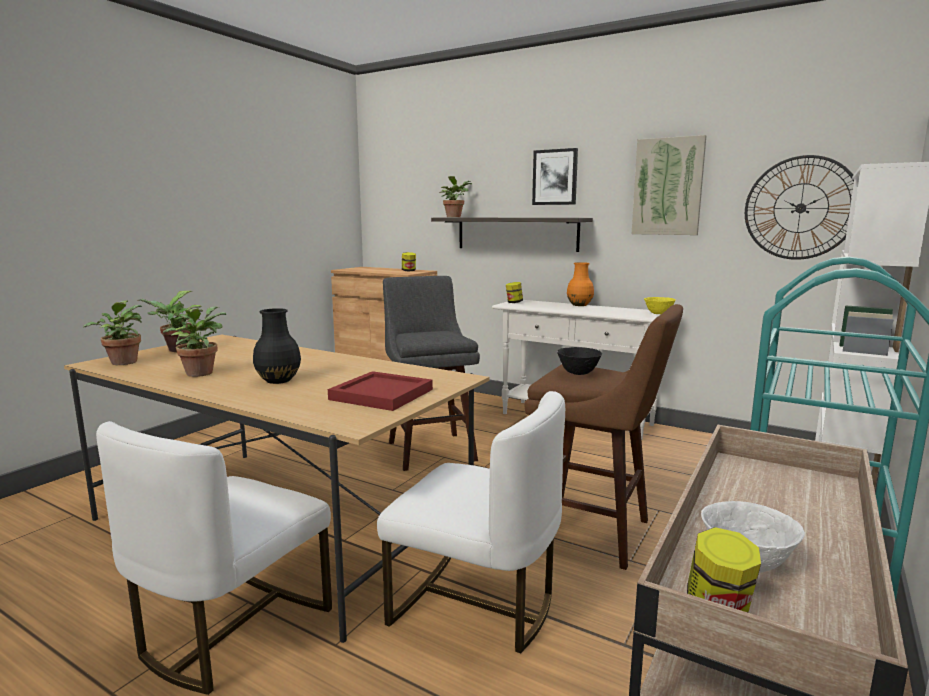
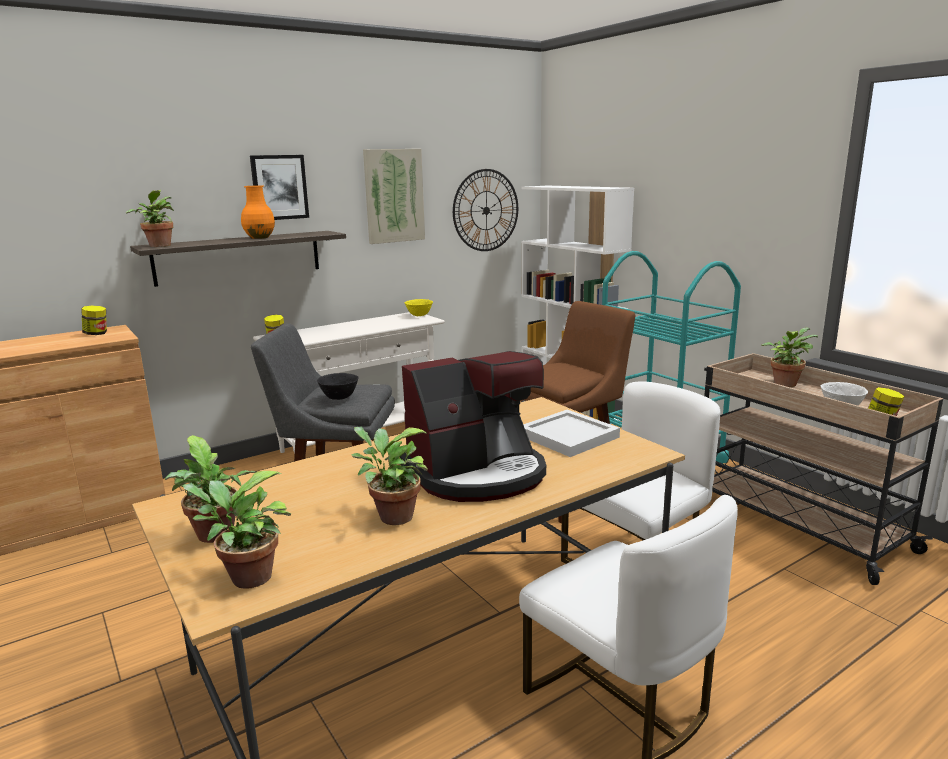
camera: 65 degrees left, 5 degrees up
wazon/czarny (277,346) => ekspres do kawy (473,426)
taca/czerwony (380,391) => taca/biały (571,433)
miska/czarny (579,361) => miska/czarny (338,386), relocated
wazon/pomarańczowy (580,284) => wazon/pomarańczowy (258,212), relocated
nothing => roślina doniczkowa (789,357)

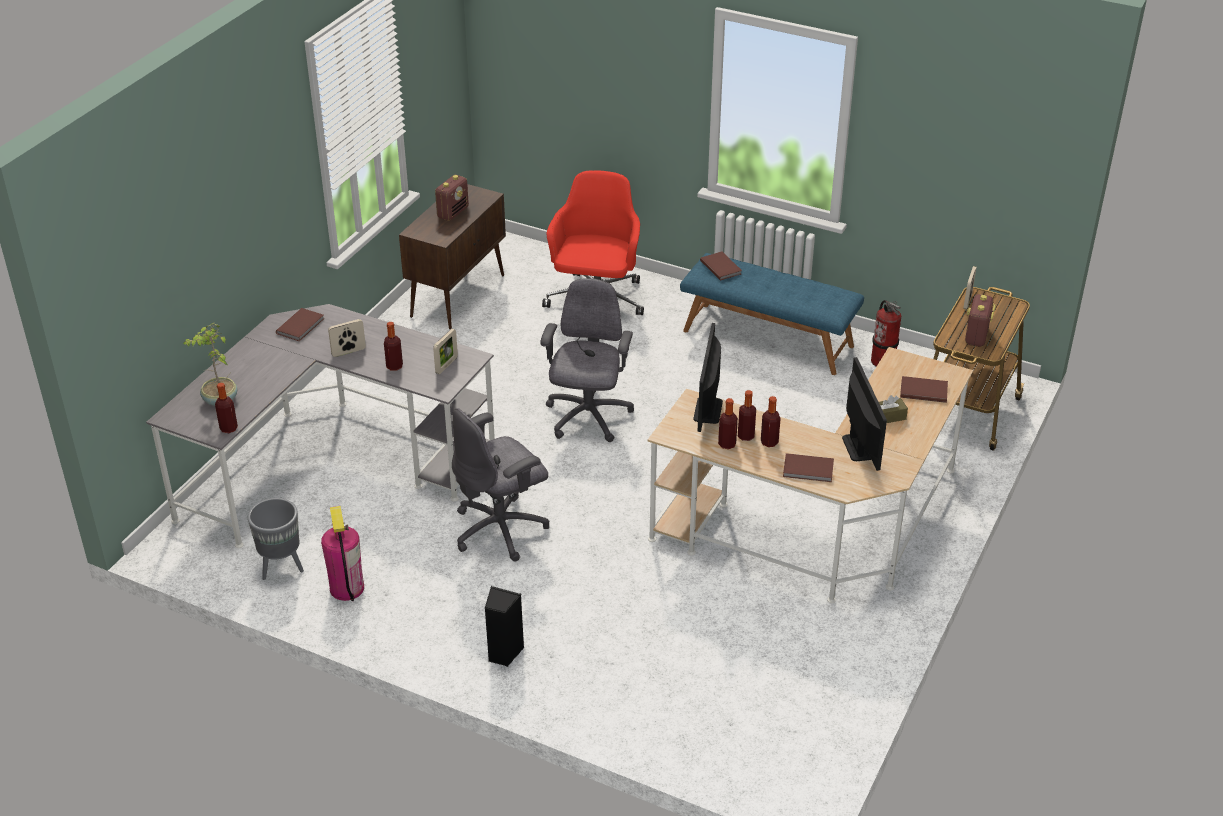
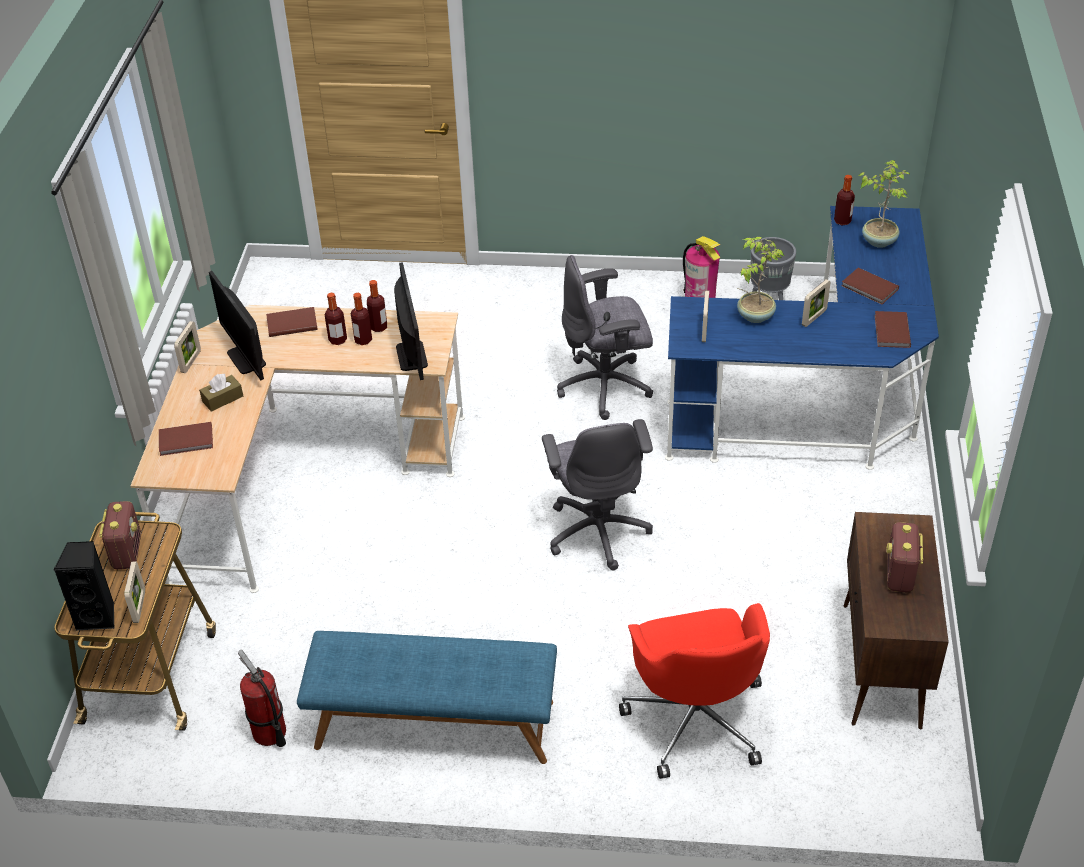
camera: 160 degrees right, 5 degrees up
biurko/szary (320,426) => biurko/niebieski (802,338)
butelka (393,346) => roślina doniczkowa (760,280)
krzesło biurowe/szary (500,485) => krzesło biurowe/szary (605,337), 135 degrees counterclockwise
głośnik/czarny (504,626) => głośnik/czarny (84,585), relocated
książka/brązowy (721,265) => książka/brązowy (870,286), relocated
nothing => ramka na zdjęcie (187,347)

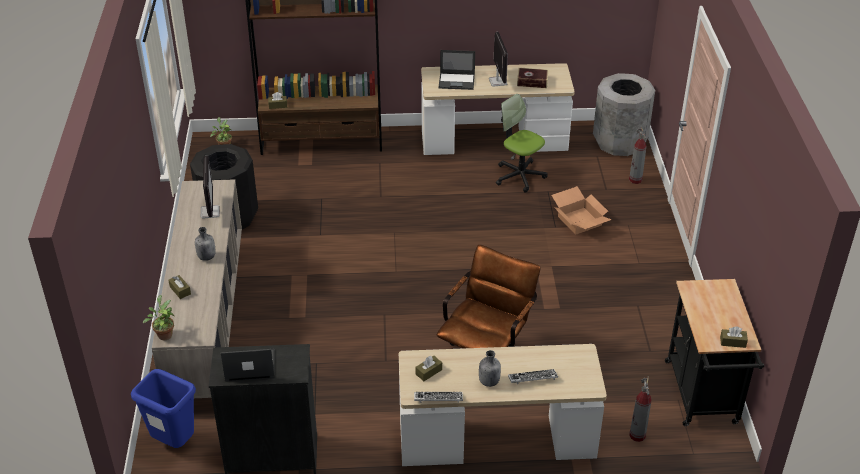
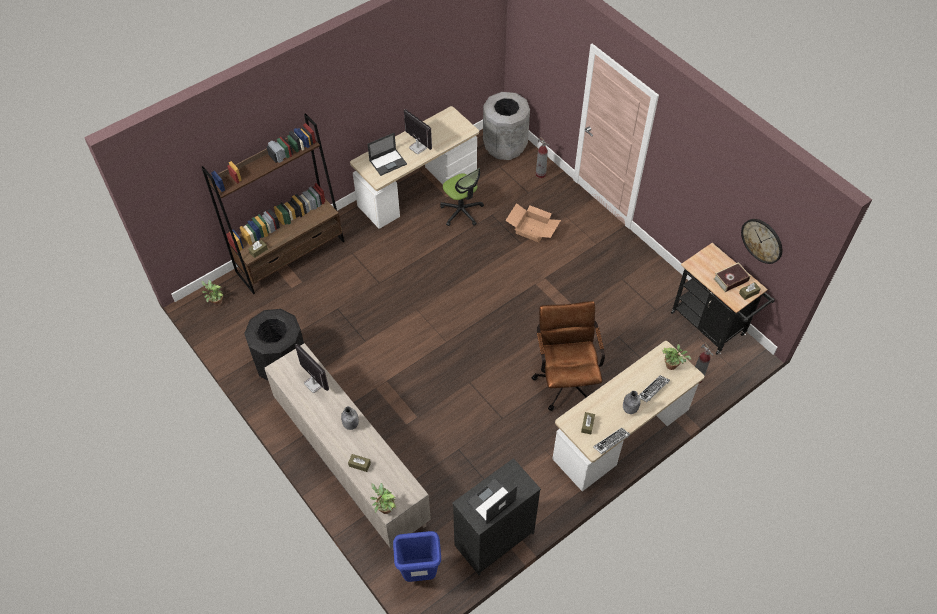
camera: 35 degrees left, 15 degrees up
krzesło biurowe (522,143) => krzesło biurowe (462,197), 135 degrees counterclockwise
książka (533,78) => książka (731,277), relocated
nothing => roślina doniczkowa (676,357)
nothing => zegar ścienny (761,241)

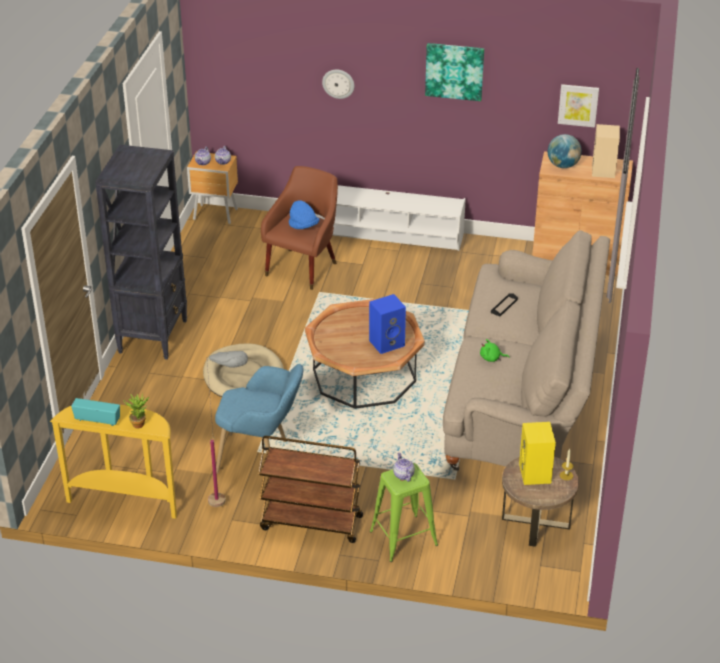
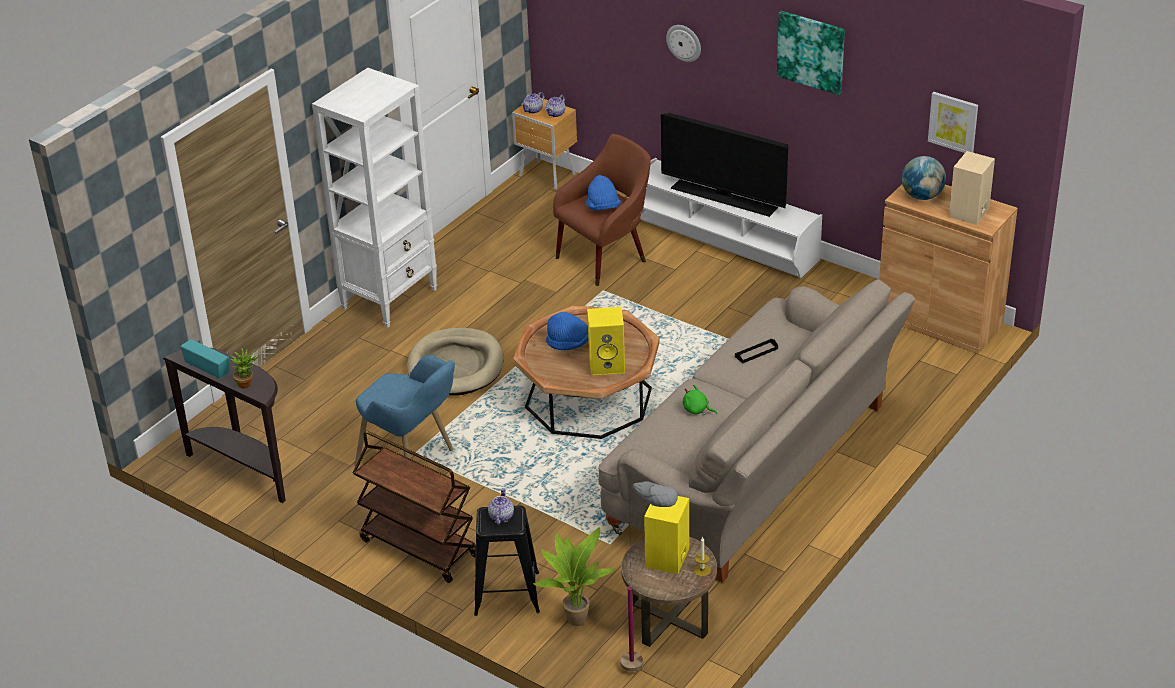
camera: 25 degrees right, 0 degrees up
stolik konsolowy/żółty (113,462) => stolik konsolowy/brązowy (224,425)
regał/czarny (141,252) => regał/biały (374,198)
lampa stojąca/szary (227,429) => lampa stojąca/szary (649,576), relocated
głośnik/niebieski (387,324) => głośnik/żółty (606,341)
stołek/zielony (404,512) => stołek/czarny (507,560)
nothing => roślina doniczkowa (574,576)
nothing => kapelusz/niebieski (567,331)
nothing => telewizor (724,165)

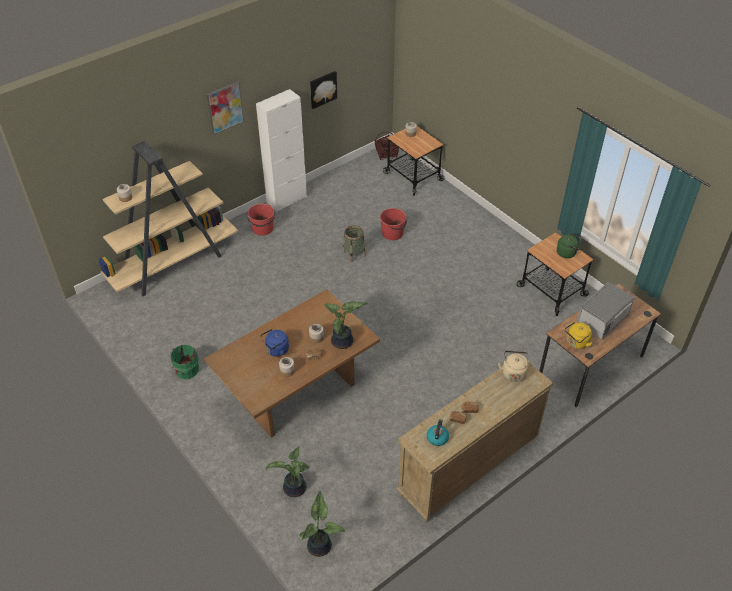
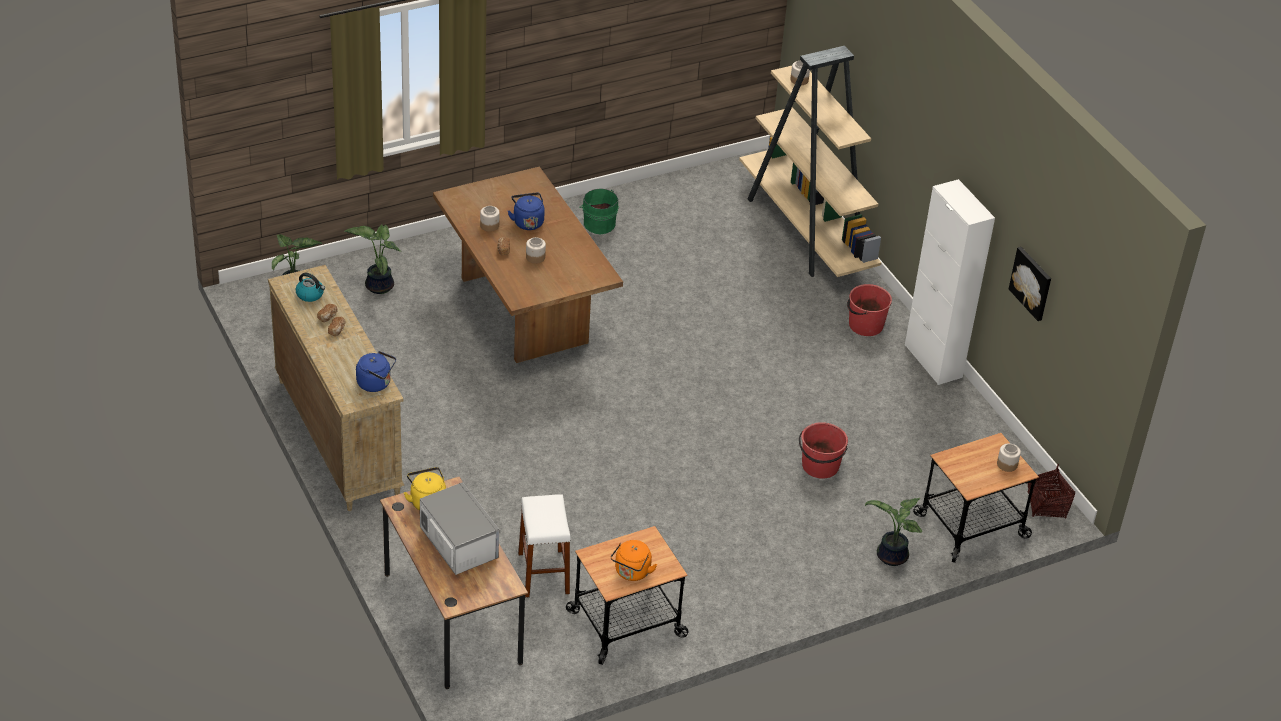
camera: 100 degrees right, 5 degrees down
obraz (225,108) => nothing
roślina doniczkowa (346,325) => roślina doniczkowa (893,532), relocated
koszyk (354,244) => nothing
czajnik/beżowy (513,366) => czajnik/niebieski (376,371)
czajnik/zielony (568,245) => czajnik/pomarańczowy (634,560)
nothing => stołek/biały (544,546)

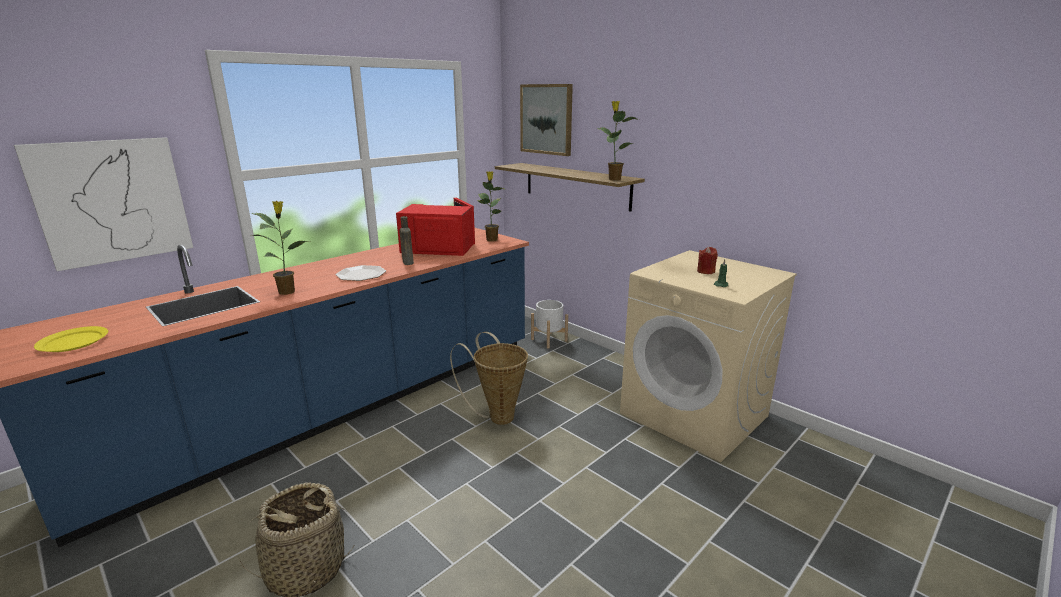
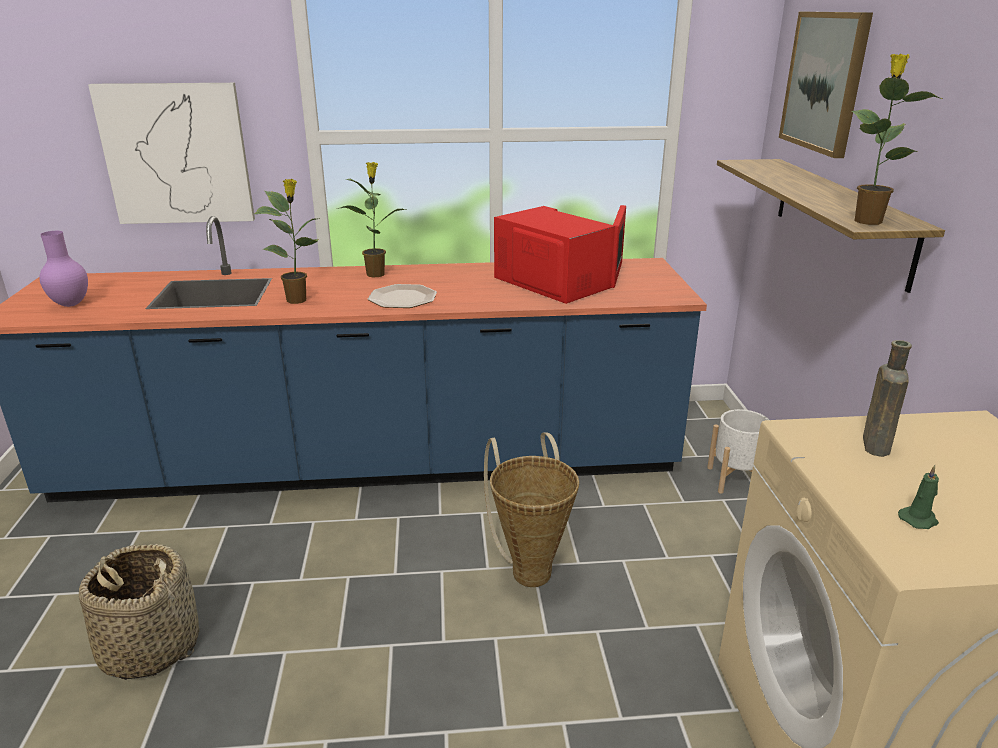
camera: 40 degrees right, 5 degrees up
talerz/żółty (71,339) => wazon/fioletowy (63,269)
butelka/brązowy (407,240) => butelka/brązowy (887,398), relocated
roślina doniczkowa (491,206) => roślina doniczkowa (372,220), relocated
świeca/czerwony (707,260) => nothing

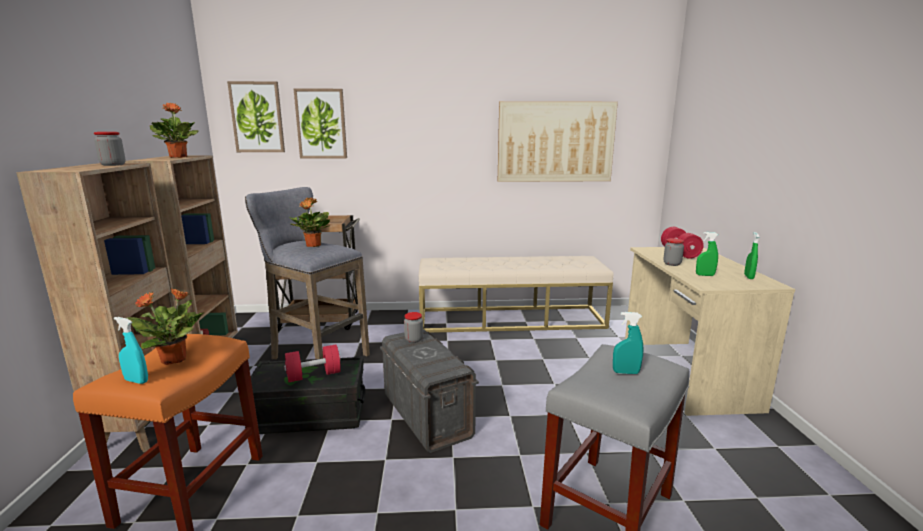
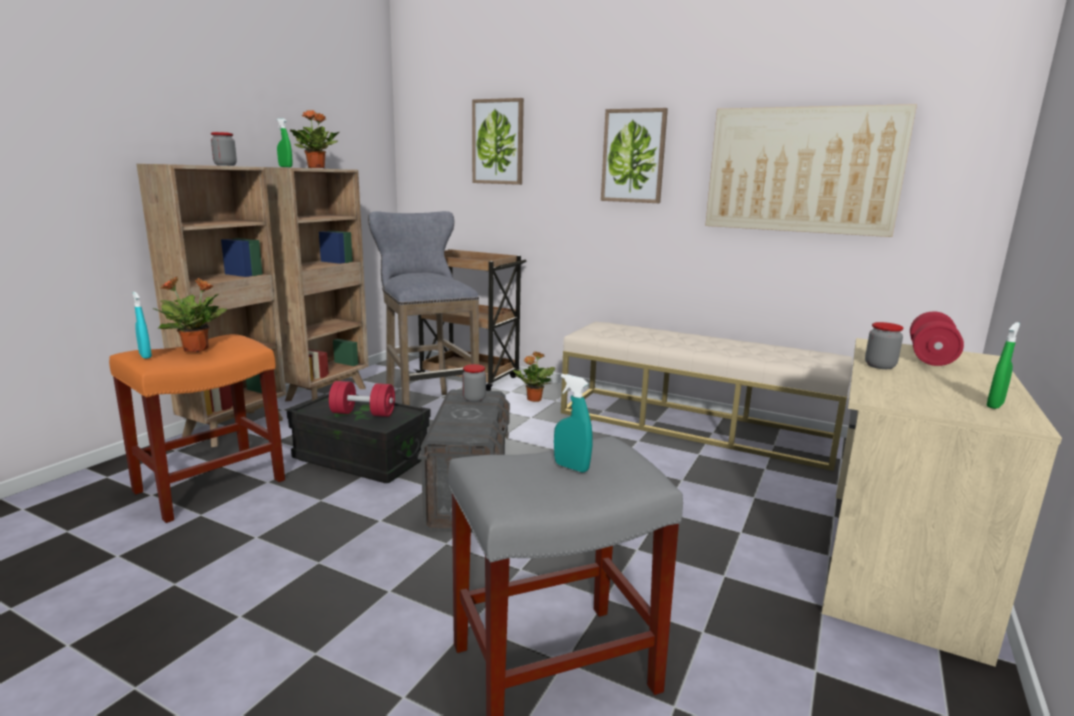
camera: 30 degrees right, 0 degrees up
obraz (256,116) => obraz (634,155), relocated
roślina doniczkowa (309,222) => roślina doniczkowa (534,377), relocated
spryskiwacz/zielony (707,254) => spryskiwacz/zielony (285,142), relocated

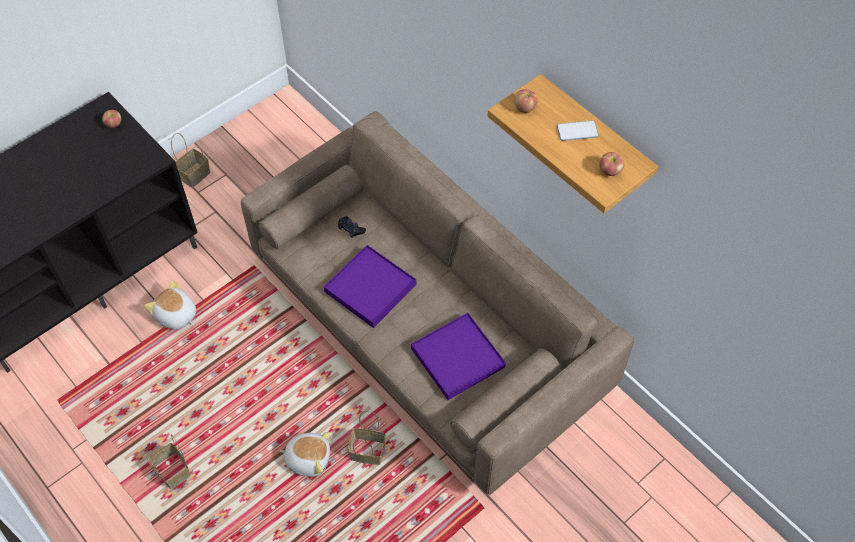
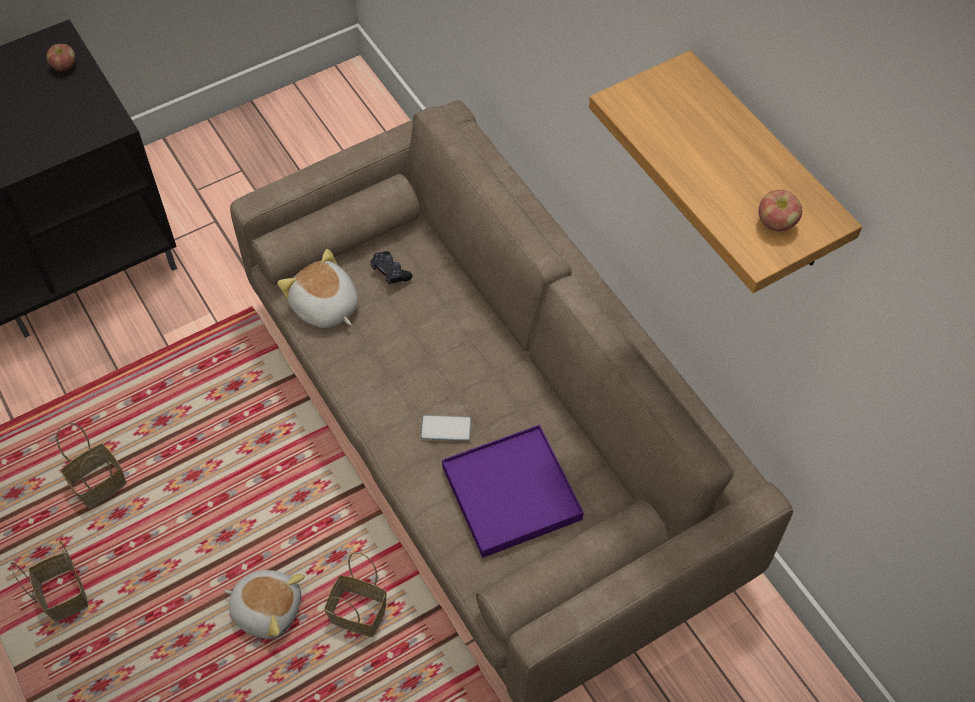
camera: 10 degrees right, 0 degrees up
pluszak (170,305) => pluszak (318,288), relocated
koszyk (190,160) => koszyk (91,466), relocated
taca/fioletowy (370,286) => nothing
jabłko (526,101) => nothing
telefon (578,130) => telefon (446,428), relocated

